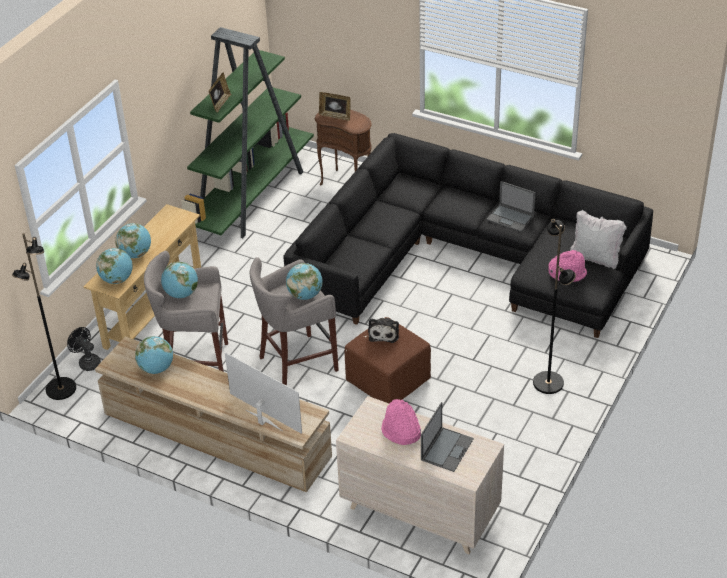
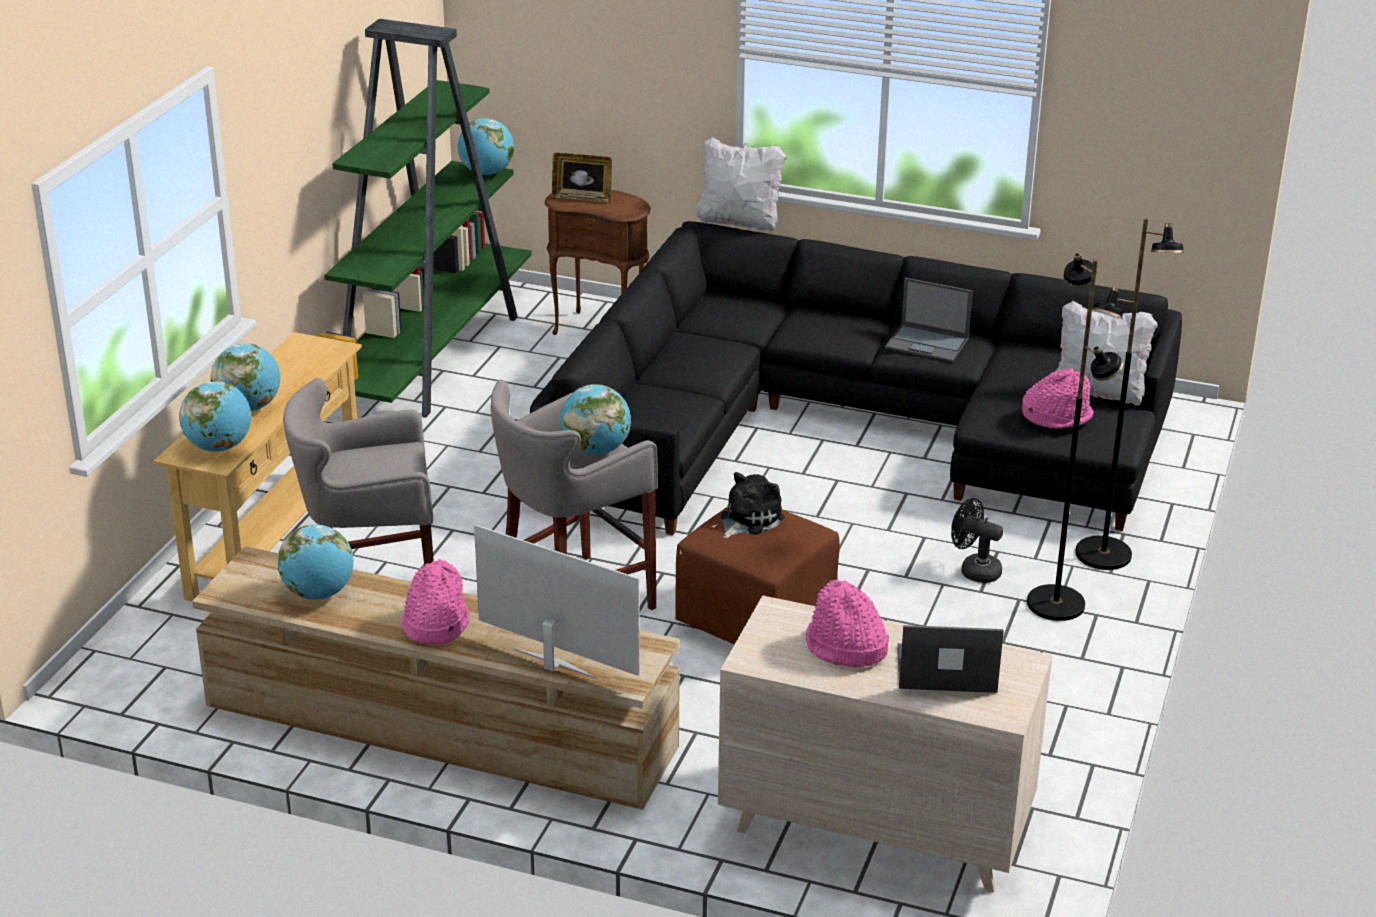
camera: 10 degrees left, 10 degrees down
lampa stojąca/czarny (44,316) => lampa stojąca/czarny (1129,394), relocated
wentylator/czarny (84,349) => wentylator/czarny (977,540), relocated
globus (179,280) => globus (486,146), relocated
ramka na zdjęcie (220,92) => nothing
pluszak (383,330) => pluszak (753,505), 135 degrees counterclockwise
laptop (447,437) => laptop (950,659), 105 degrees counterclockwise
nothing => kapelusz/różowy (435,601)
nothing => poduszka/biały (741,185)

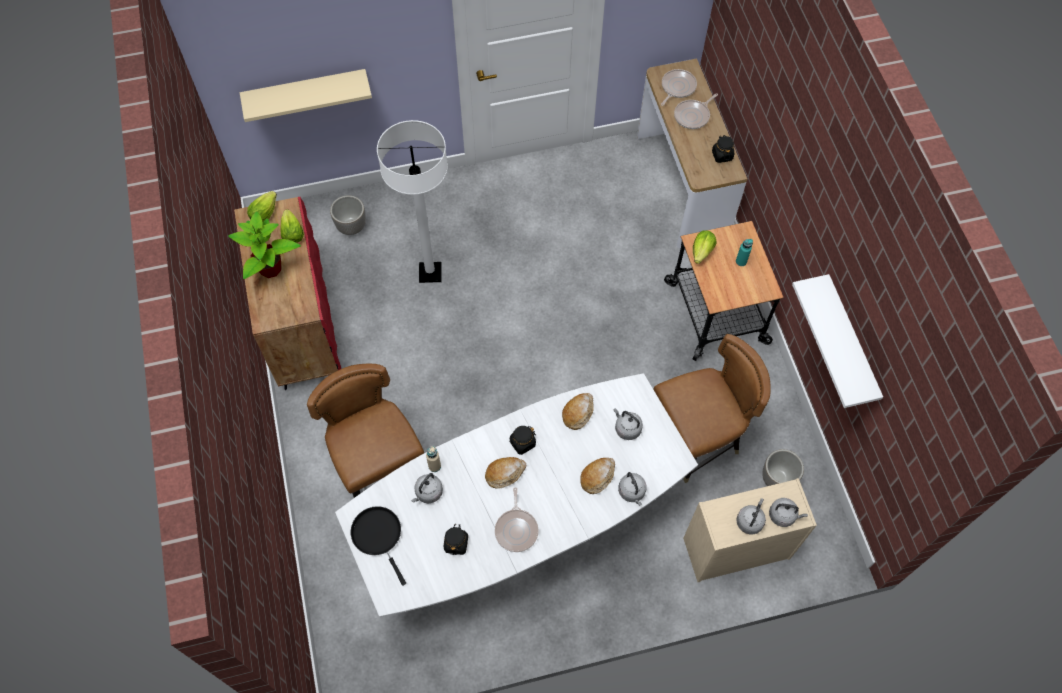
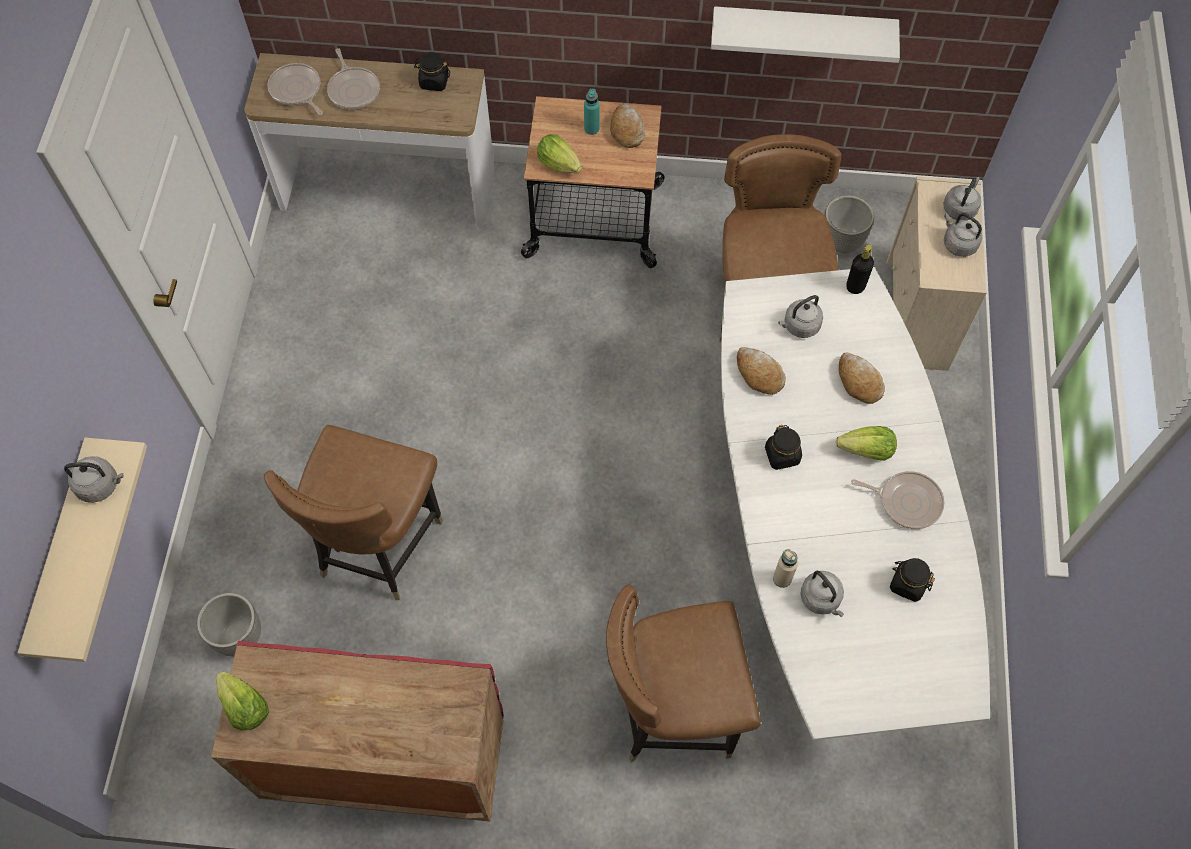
camera: 70 degrees left, 0 degrees up
roślina doniczkowa (265,245) => nothing
sałata (292,226) => sałata (866,443), relocated
patelnia/czarny (378,546) => nothing
lampa stojąca/biały (412,201) => krzesło/brązowy (353,512)
chleb (505,473) => chleb (627,125), relocated
czajnik/szary (632,489) => czajnik/szary (94,479), relocated
nothing => butelka/czarny (860,269)

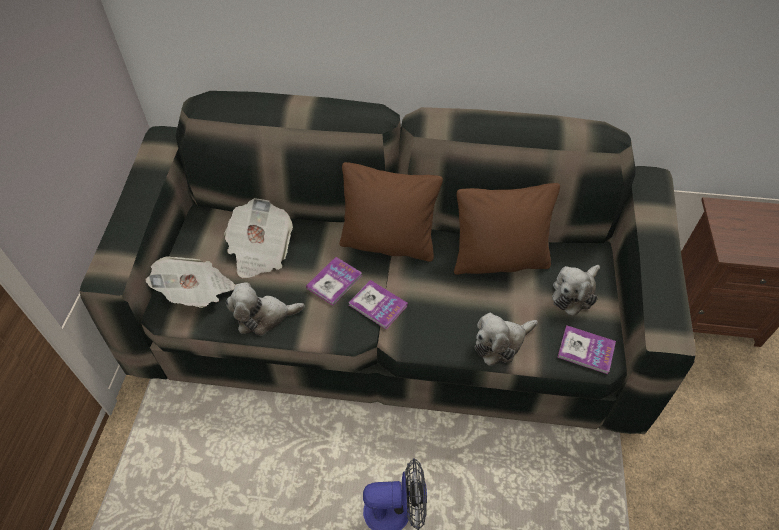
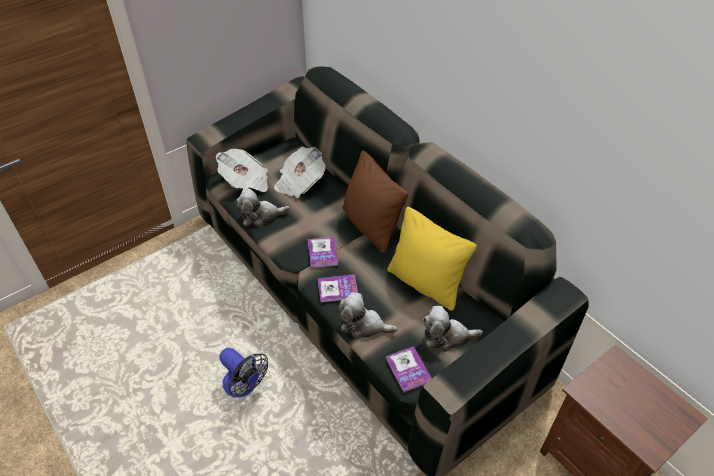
camera: 45 degrees right, 5 degrees down
pluszak (265,309) => pluszak (263,208), 45 degrees counterclockwise
książka (334,281) => książka (338,288), relocated
poduszka/brązowy (507,229) => poduszka/żółty (432,259)

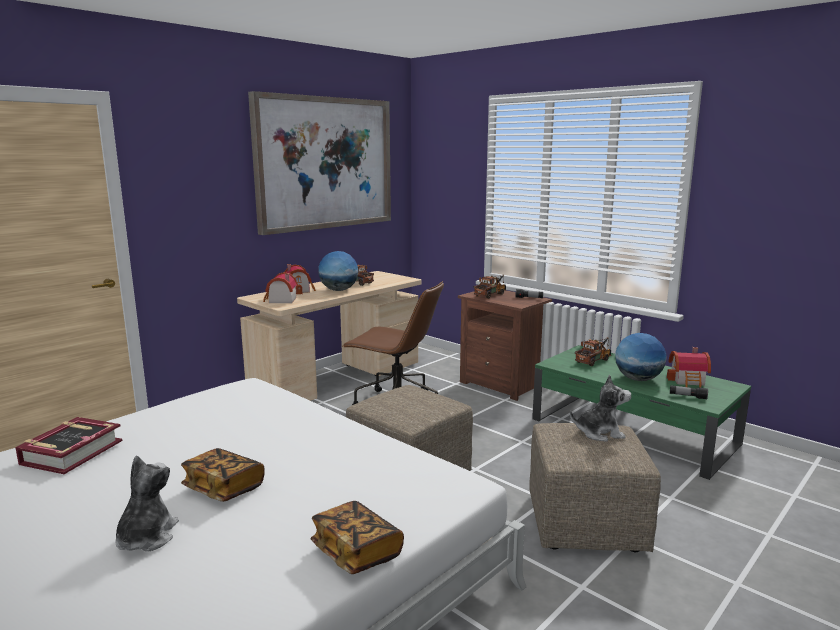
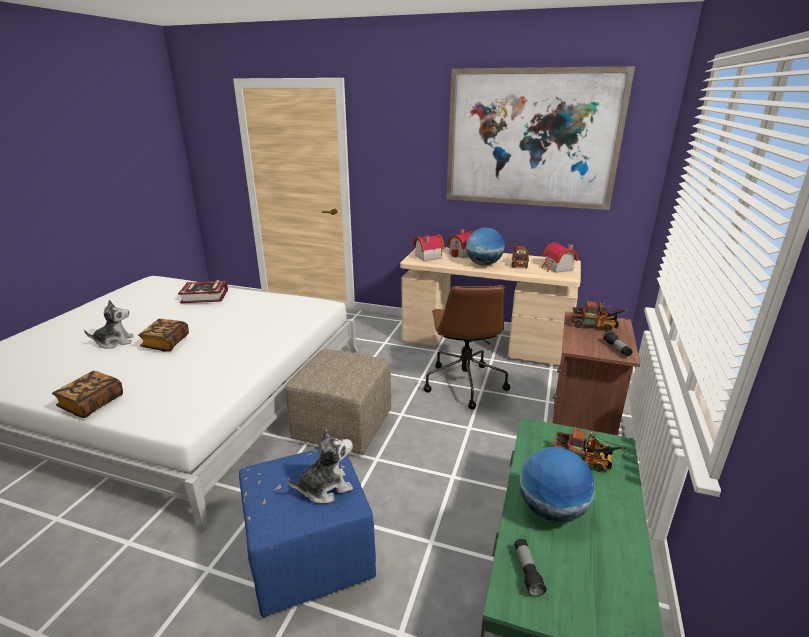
camera: 65 degrees right, 10 degrees up
pufa/beżowy (595,487) => pufa/niebieski (307,533)
pluszak (600,408) => pluszak (320,466), 90 degrees counterclockwise
domek (689,367) => domek (559,257), relocated

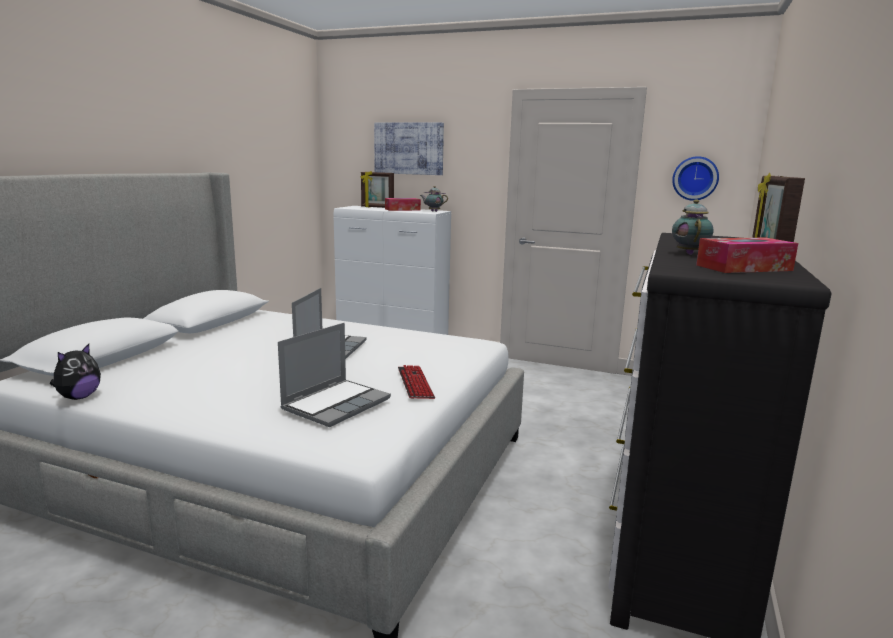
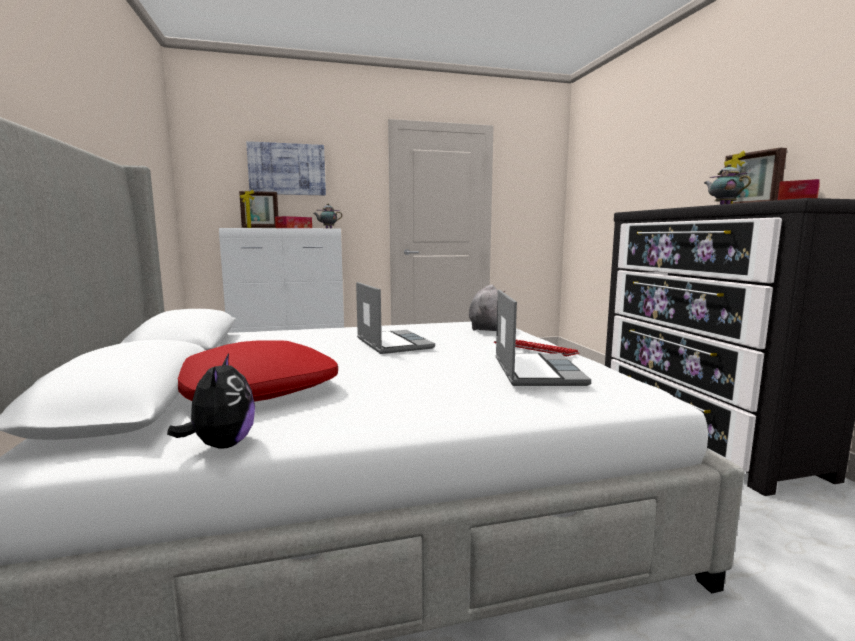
camera: 35 degrees left, 5 degrees down
zegar ścienny (695,178) => nothing
nothing => poduszka/czerwony (258,371)
nothing => pluszak/szary (487,307)

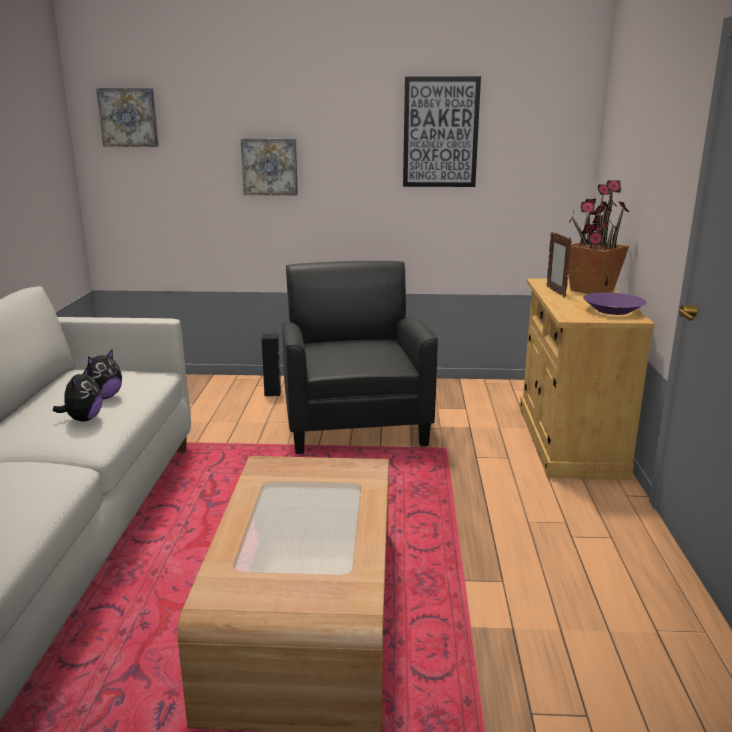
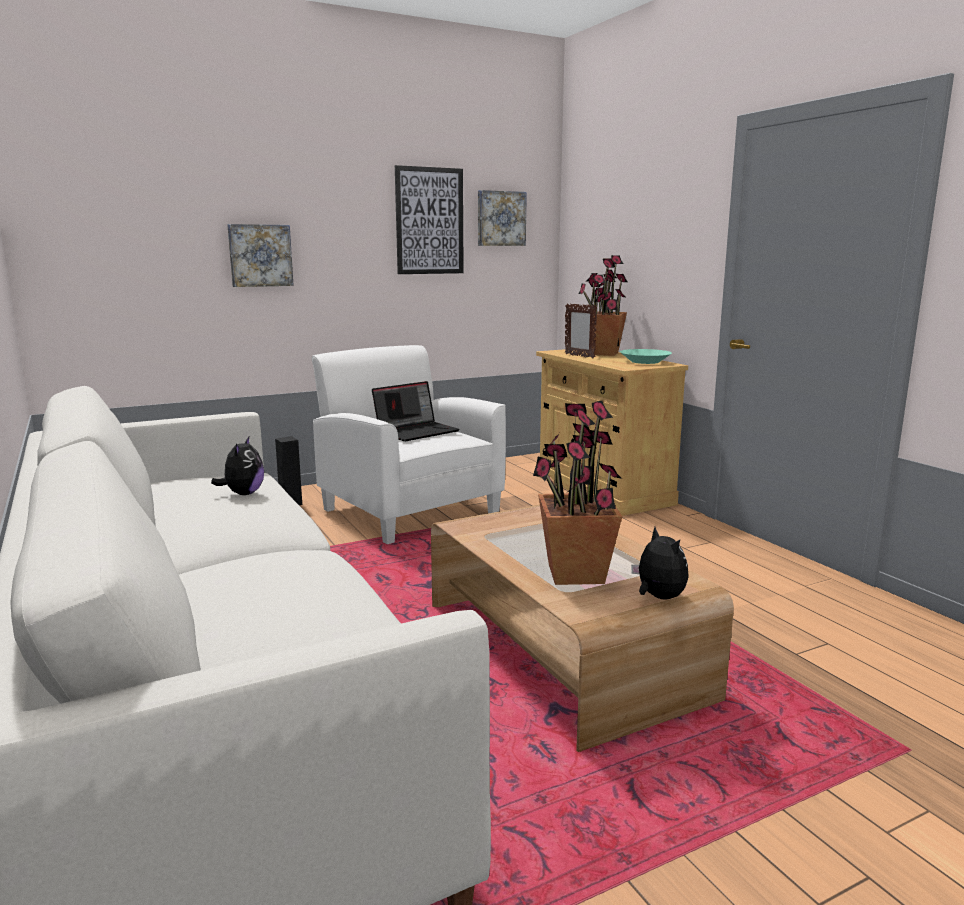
camera: 30 degrees left, 5 degrees down
pluszak (77,394) => pluszak (660,563), relocated
obraz (127,117) => obraz (502,218), relocated
fotel/czarny (360,357) => fotel/biały (409,444)
miska/fioletowy (614,303) => miska/turkusowy (646,356)
nothing => laptop (416,411)
nothing => roślina doniczkowa (577,493)

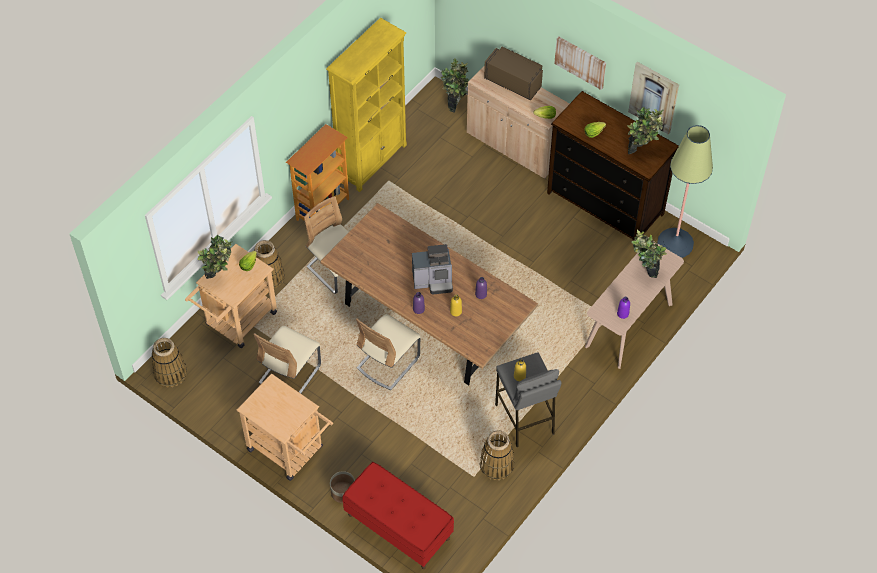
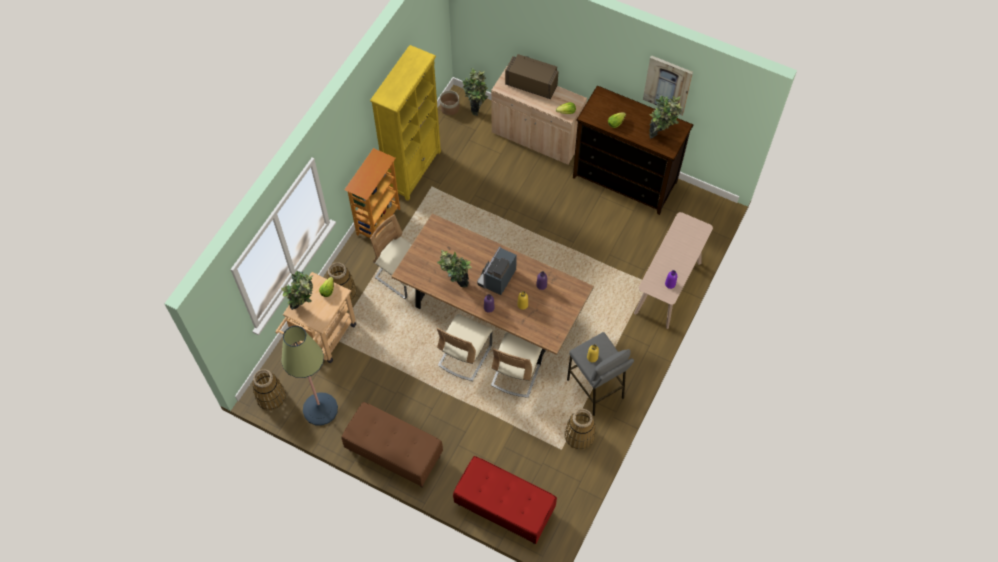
camera: 10 degrees left, 5 degrees up
wózek/beżowy (285,427) => ławka/brązowy (392,445)
krzesło/beżowy (287,359) => krzesło/beżowy (517,365), relocated
donica (342,487) => donica (450,102), relocated
ekspres do kawy (432,269) => ekspres do kawy (497,271), 135 degrees clockwise
obraz (580,63) => nothing
roślina doniczkowa (649,254) => roślina doniczkowa (454,268), relocated
lampa stojąca (685,191) => lampa stojąca (309,376), relocated

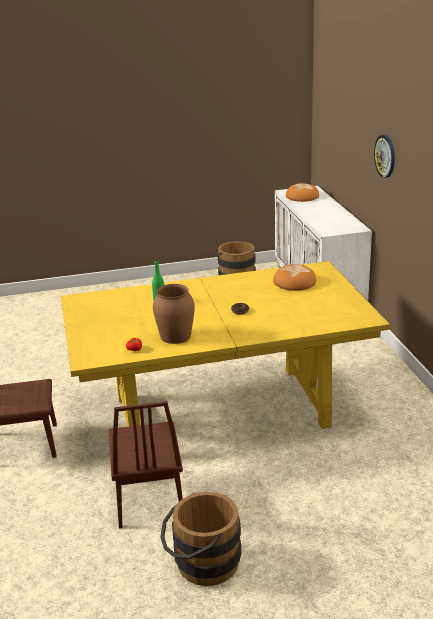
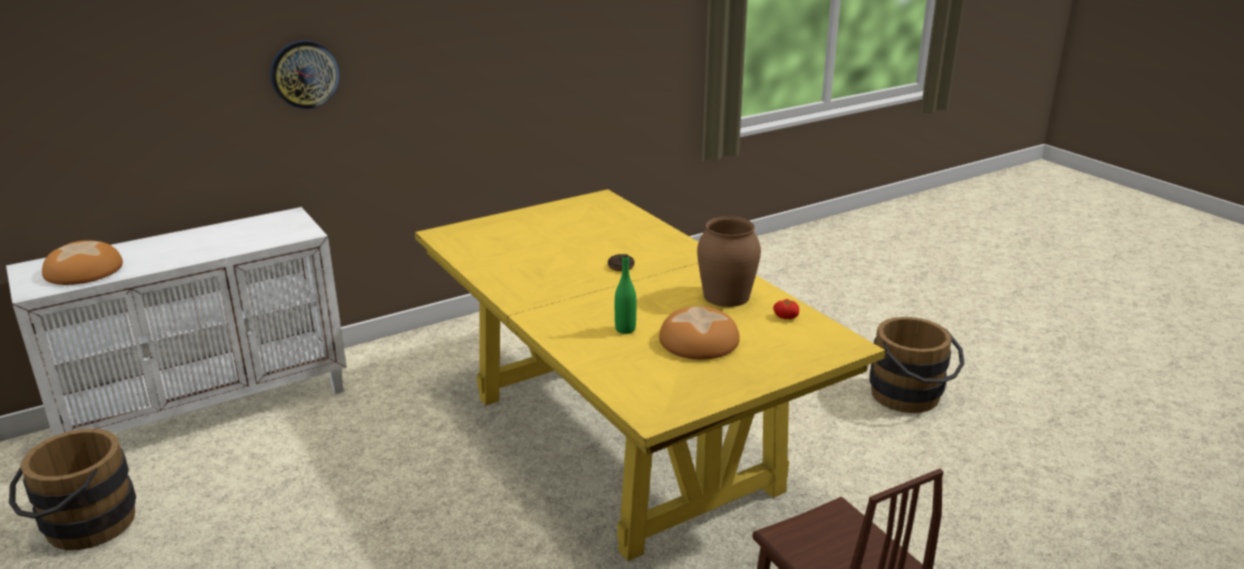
camera: 110 degrees left, 0 degrees up
krzesło/brązowy (145,464) => nothing
chleb (294,277) => chleb (699,333), relocated

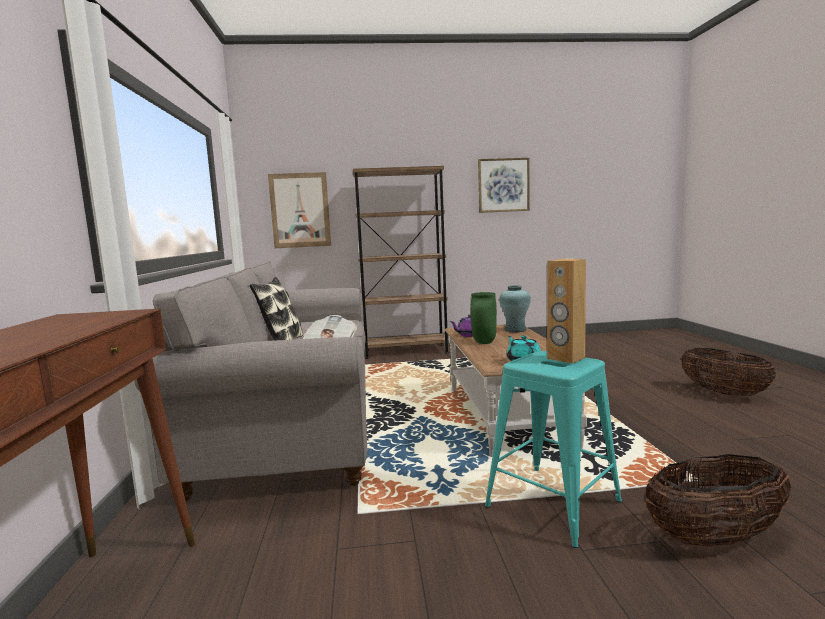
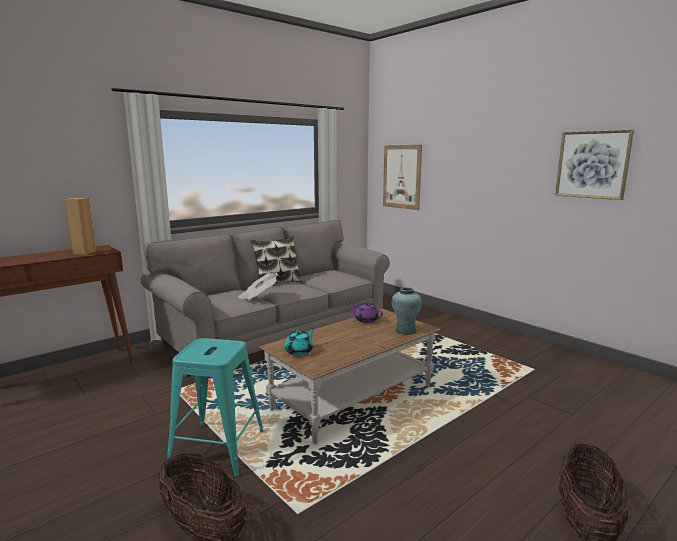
camera: 55 degrees right, 5 degrees up
regał/brązowy (401,262) => nothing
wazon/zielony (483,318) => nothing
głośnik/brązowy (566,311) => głośnik/brązowy (80,226), relocated

